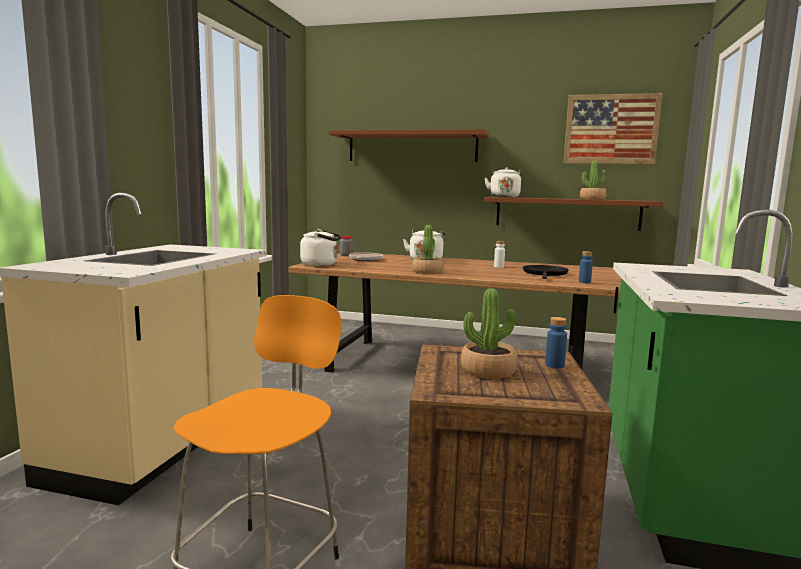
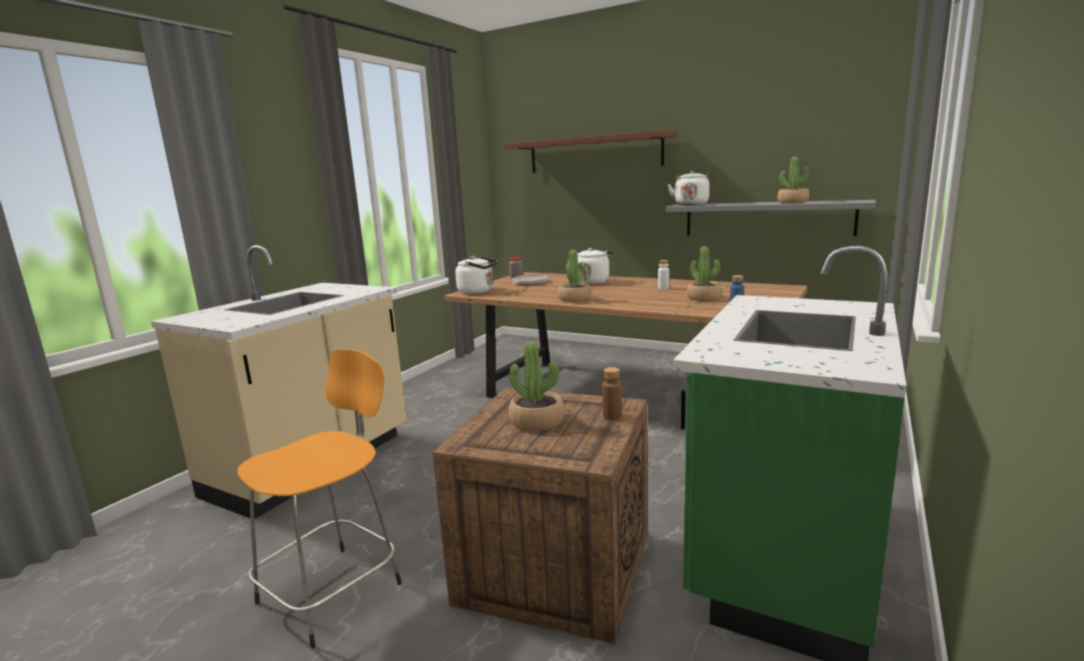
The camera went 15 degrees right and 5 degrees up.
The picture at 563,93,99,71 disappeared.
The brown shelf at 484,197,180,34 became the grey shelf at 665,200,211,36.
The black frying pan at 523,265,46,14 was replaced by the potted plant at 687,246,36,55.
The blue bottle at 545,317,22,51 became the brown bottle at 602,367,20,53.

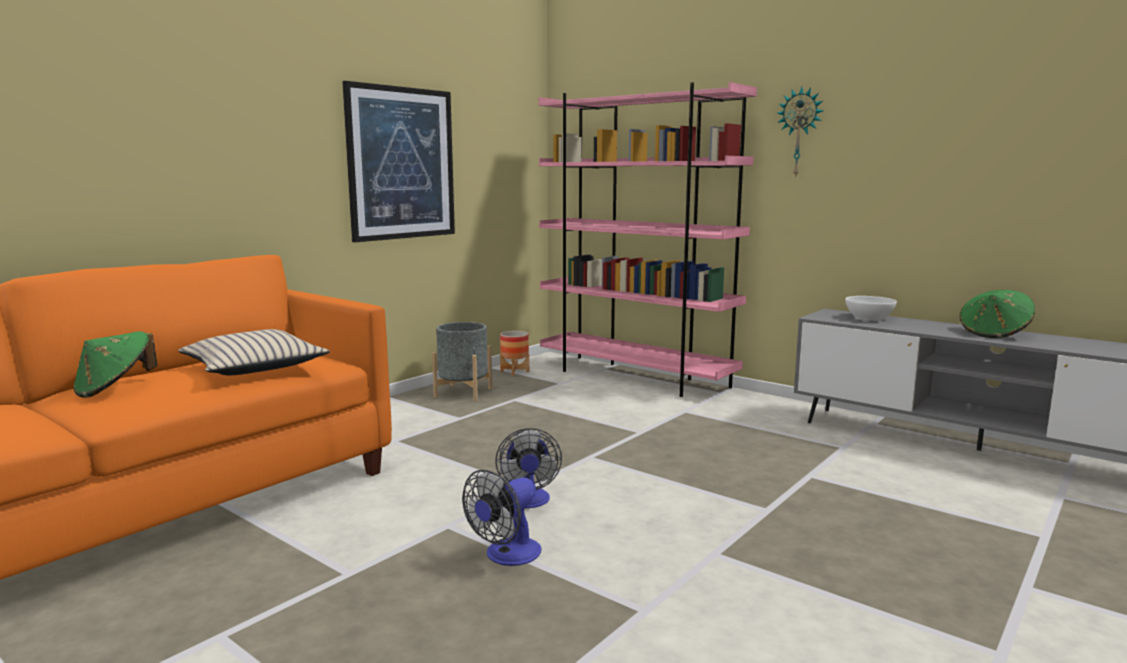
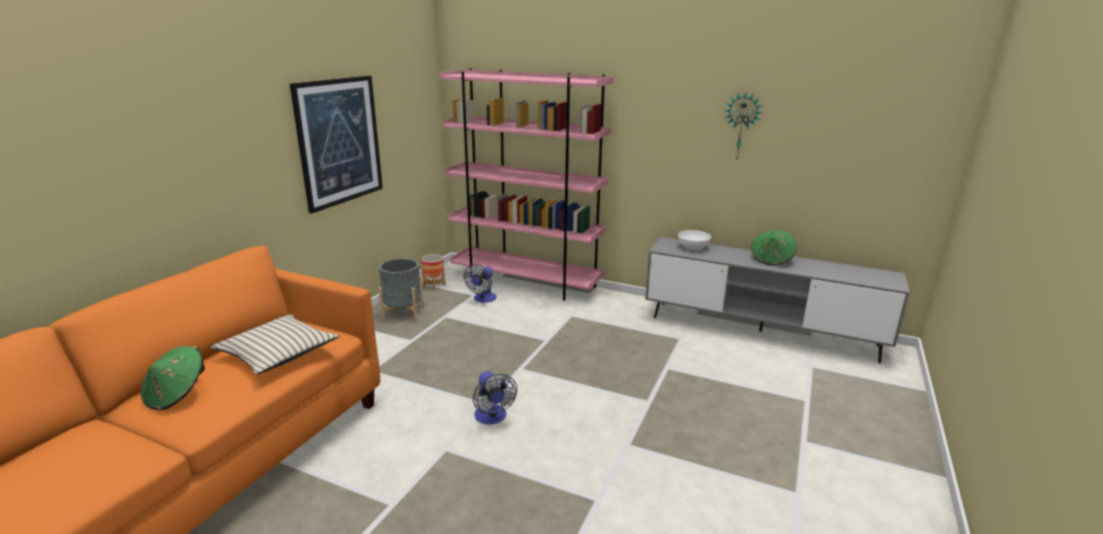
The camera went 15 degrees left and 10 degrees up.
The wall clock moved from 777,86,46,92 to 724,92,39,67.
The fan moved from 462,469,79,97 to 464,264,33,39.

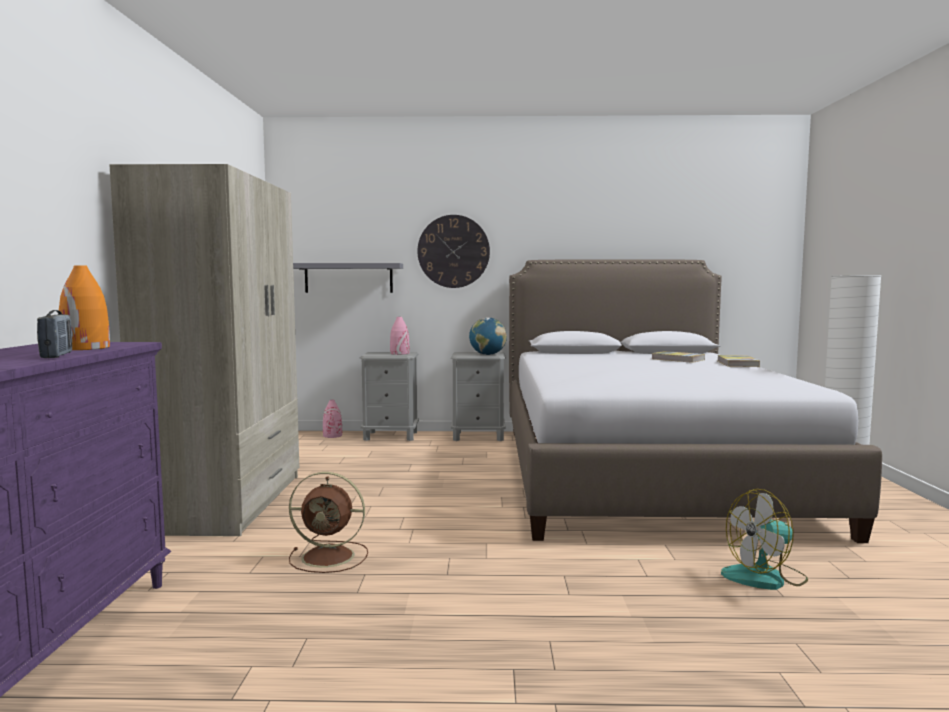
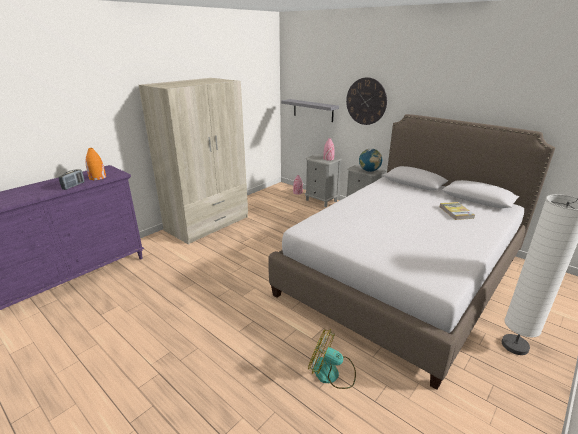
The camera went 40 degrees right and 20 degrees up.
The book at 718,355,42,12 disappeared.
The brown fan at 289,472,79,101 disappeared.

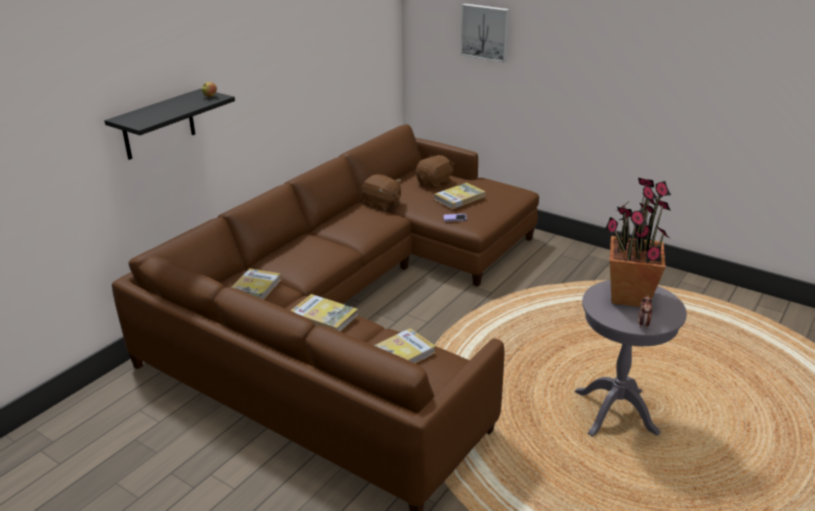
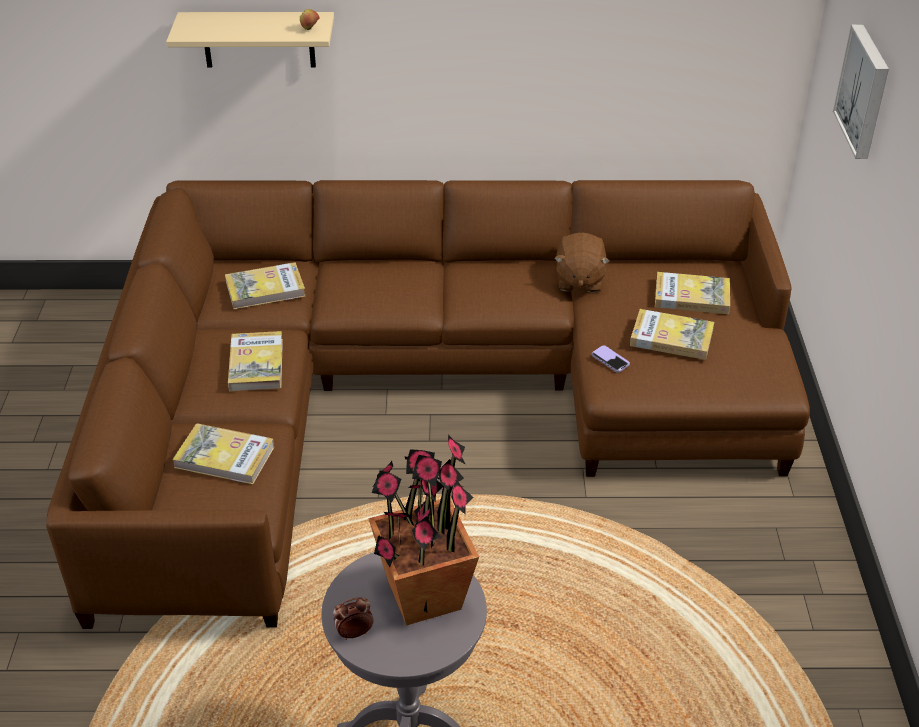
The camera went 55 degrees right and 10 degrees up.
The black shelf at 104,89,131,71 became the beige shelf at 166,12,168,56.
The brown plush toy at 416,155,38,34 was replaced by the book at 655,272,75,42.

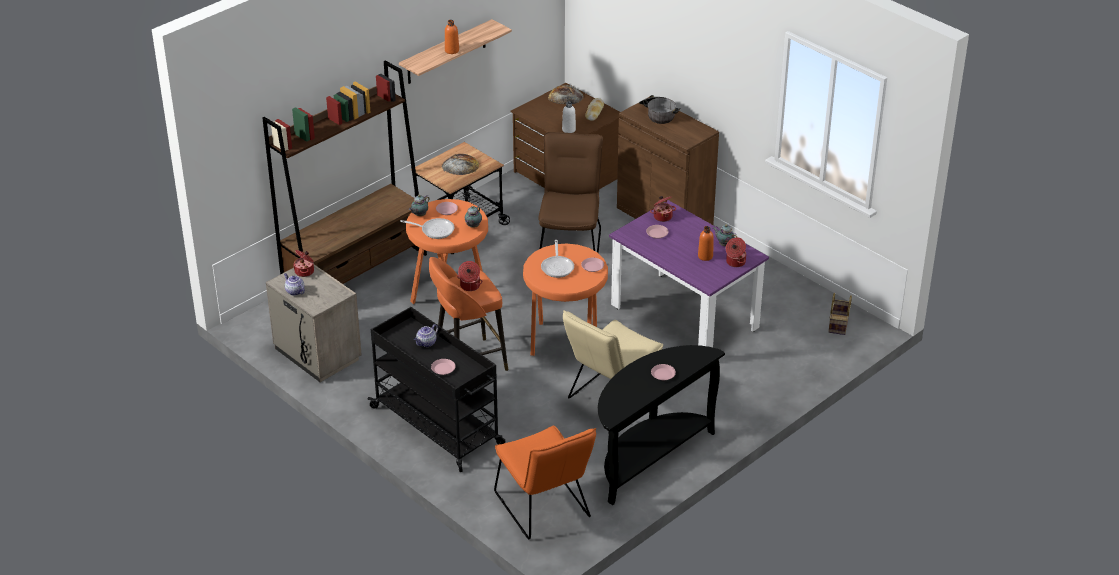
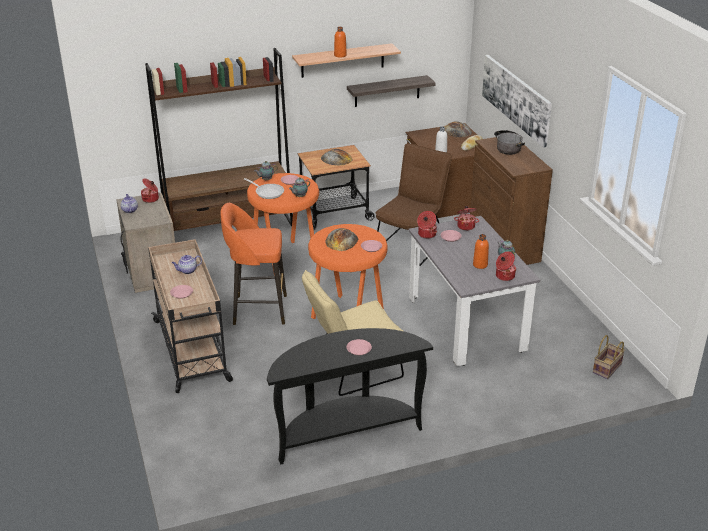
The camera went 25 degrees right and 5 degrees down.
The purple dining table at 609,200,160,148 became the grey dining table at 408,216,132,150.
The frying pan at 541,240,33,38 was replaced by the bread at 325,228,33,23.
The cooking pot moved from 457,261,26,30 to 417,211,20,28.
The black cart at 368,307,138,165 became the beige cart at 148,239,85,154.
The orange chair at 494,426,102,113 disappeared.
The picture at 482,55,70,93 appeared.
The shelf at 347,75,89,32 appeared.

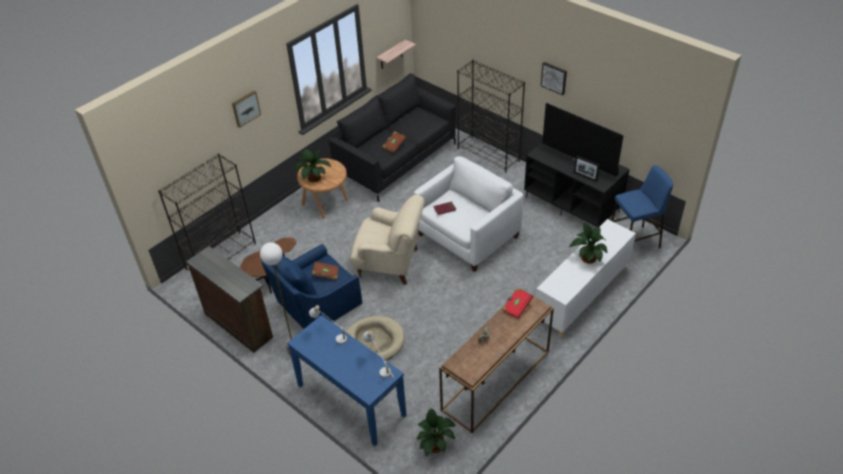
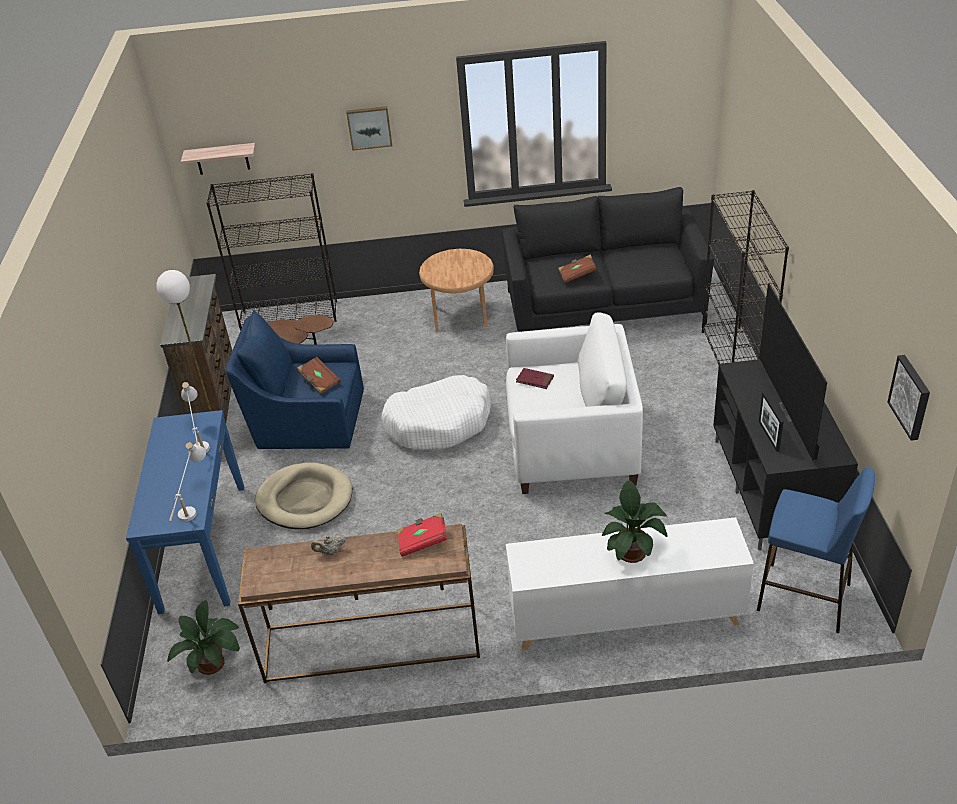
The camera went 45 degrees right and 5 degrees down.
The shelf moved from 376,39,40,30 to 181,143,74,32.
The picture moved from 541,62,26,33 to 887,355,43,86.
The potted plant at 294,149,37,33 disappeared.
The beige armchair at 351,195,74,90 was replaced by the white dog bed at 381,375,110,76.

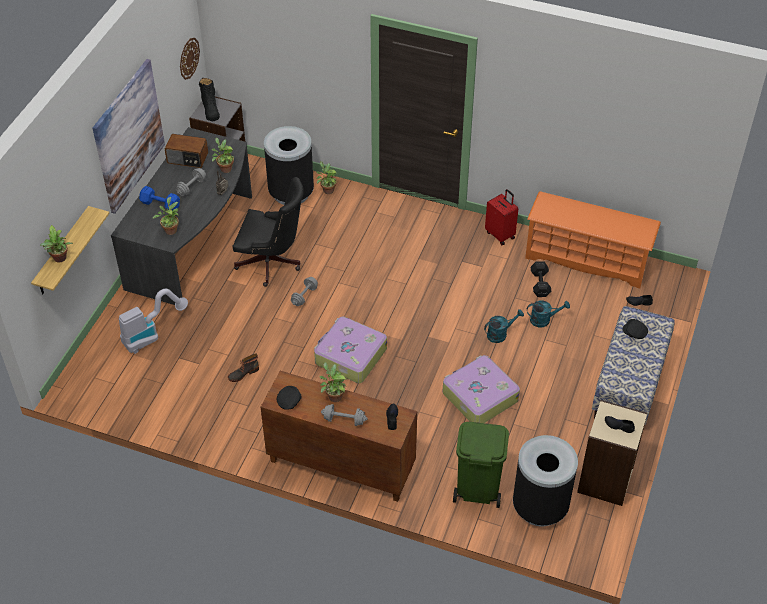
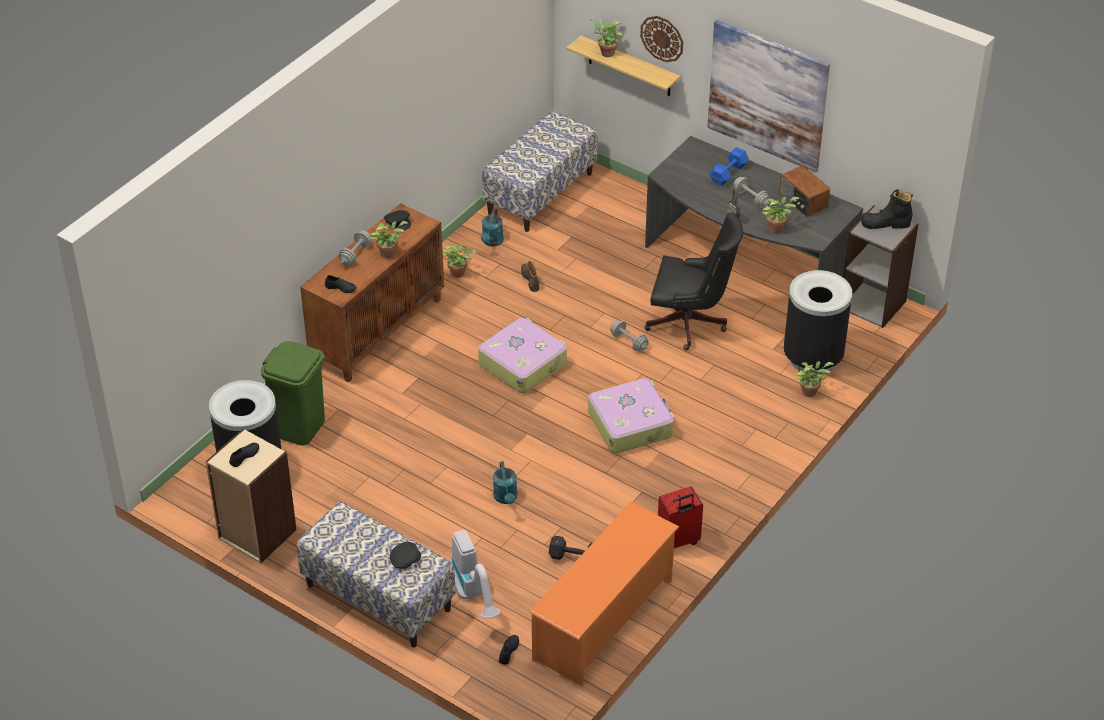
The camera went 105 degrees right and 5 degrees down.
The wall clock moved from 180,38,20,42 to 640,16,43,46.
The radio at 165,134,43,34 turned 60 degrees counterclockwise.
The black office chair at 233,177,71,110 turned 105 degrees counterclockwise.
The potted plant moved from 153,197,26,38 to 443,245,33,33.
The vacuum cleaner moved from 119,289,69,65 to 450,530,50,88.
The turquoise watering can moved from 527,301,43,26 to 481,209,23,38.
The suitcase moved from 443,355,77,68 to 588,378,86,75.
The bench at 482,111,115,121 appeared.

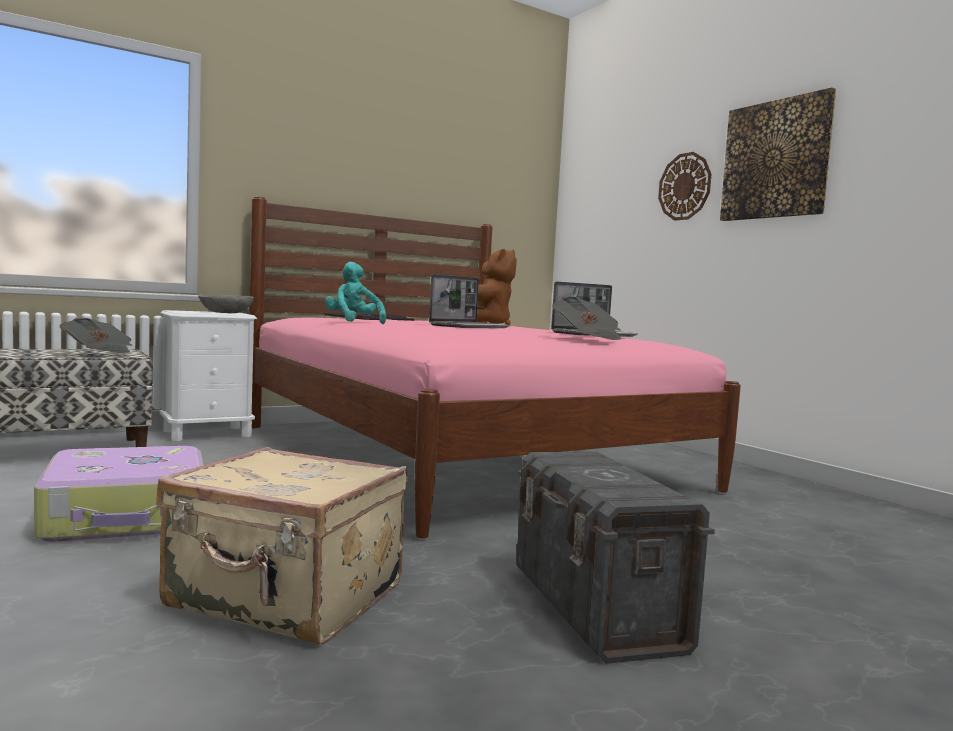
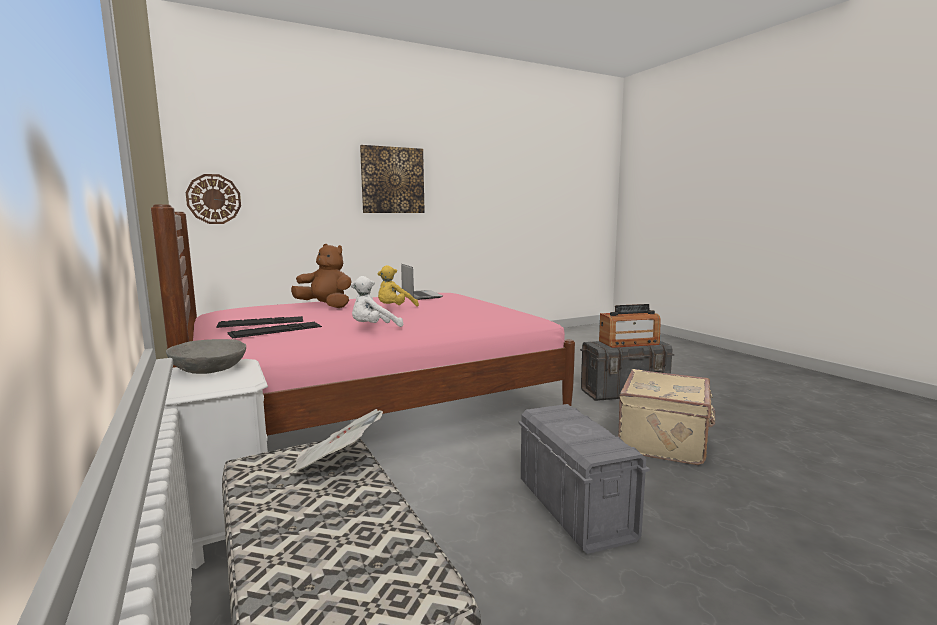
The camera went 85 degrees left and 5 degrees up.
The wall clock moved from 658,152,53,69 to 186,174,55,50.
The turquoise plush toy at 325,262,61,62 became the white plush toy at 351,276,52,51.
The laptop at 429,274,82,54 was replaced by the yellow plush toy at 378,265,41,42.
The newspaper at 552,296,70,44 disappeared.
The suitcase at 34,446,169,96 was replaced by the grey storage box at 519,404,131,150.
The radio at 599,304,62,44 appeared.

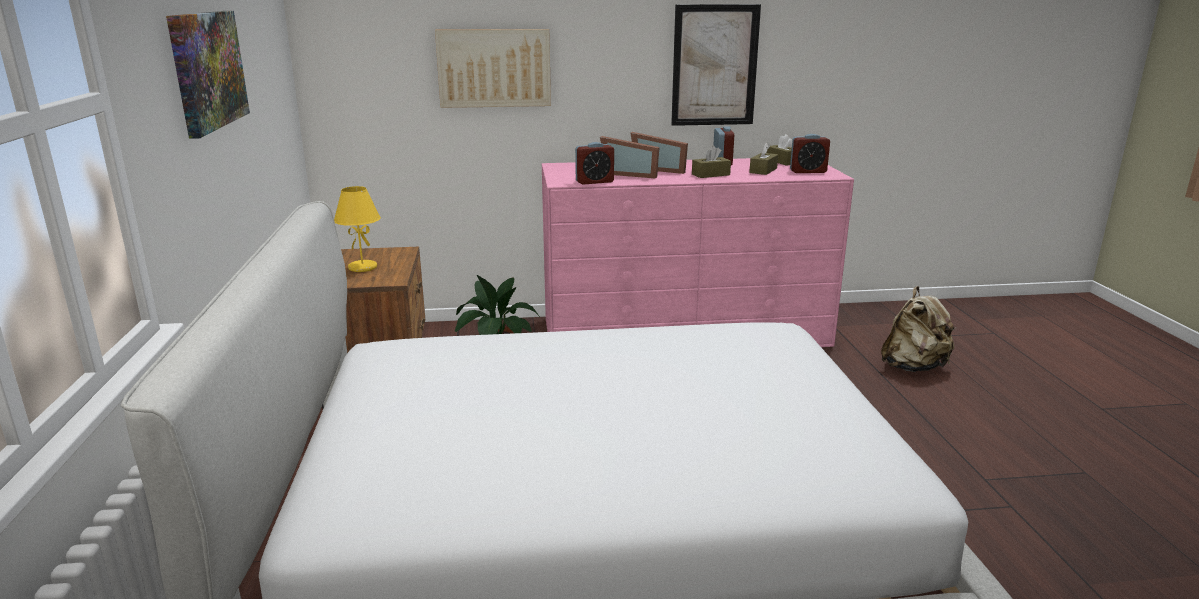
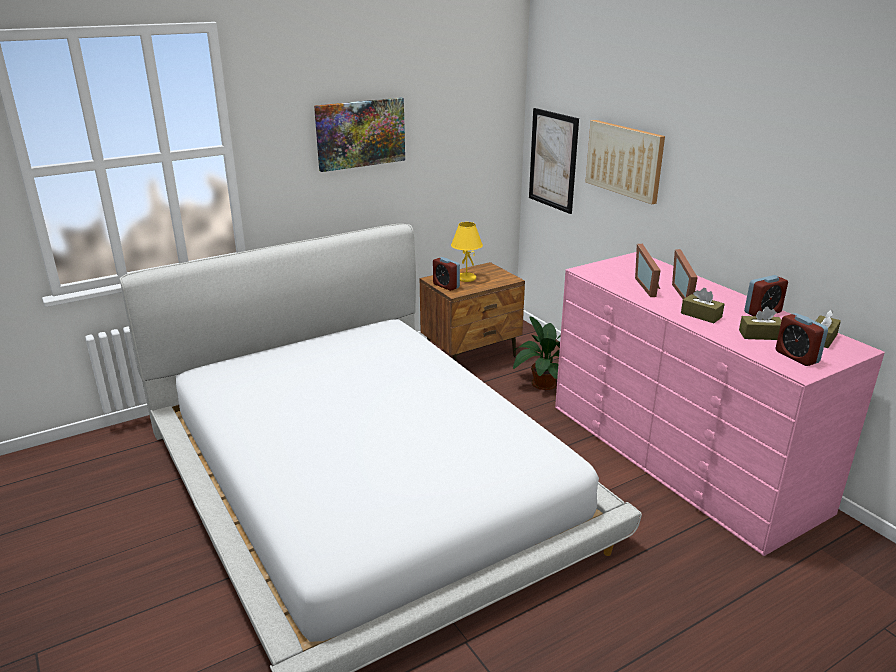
The camera went 65 degrees right and 5 degrees up.
The picture moved from 671,4,90,122 to 529,108,50,106.
The alarm clock moved from 575,142,39,43 to 433,257,27,34.
The beige backpack at 881,286,74,86 disappeared.

